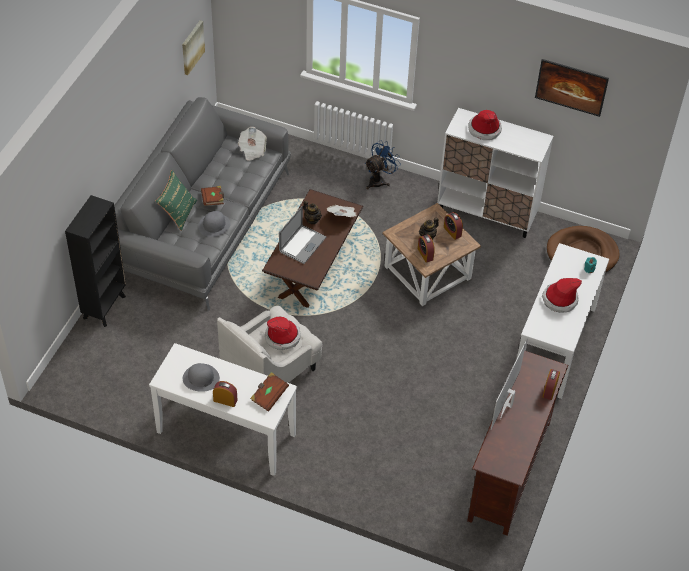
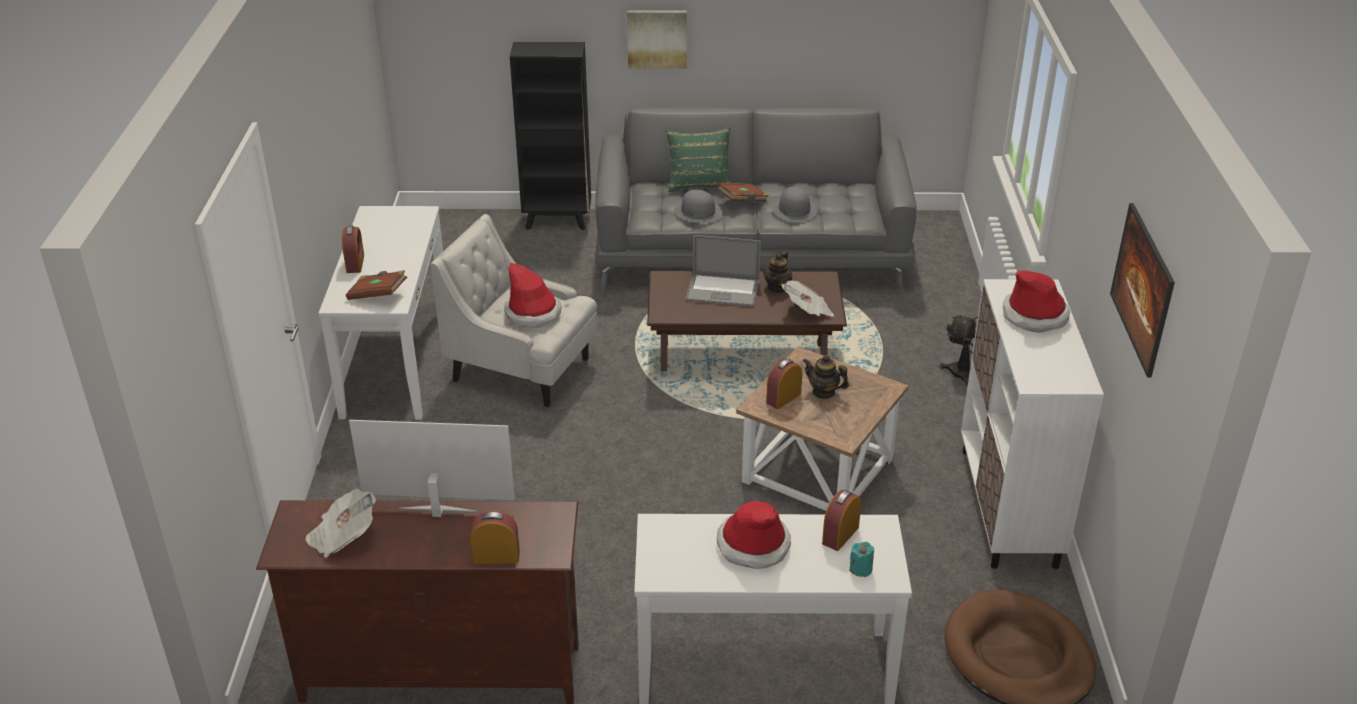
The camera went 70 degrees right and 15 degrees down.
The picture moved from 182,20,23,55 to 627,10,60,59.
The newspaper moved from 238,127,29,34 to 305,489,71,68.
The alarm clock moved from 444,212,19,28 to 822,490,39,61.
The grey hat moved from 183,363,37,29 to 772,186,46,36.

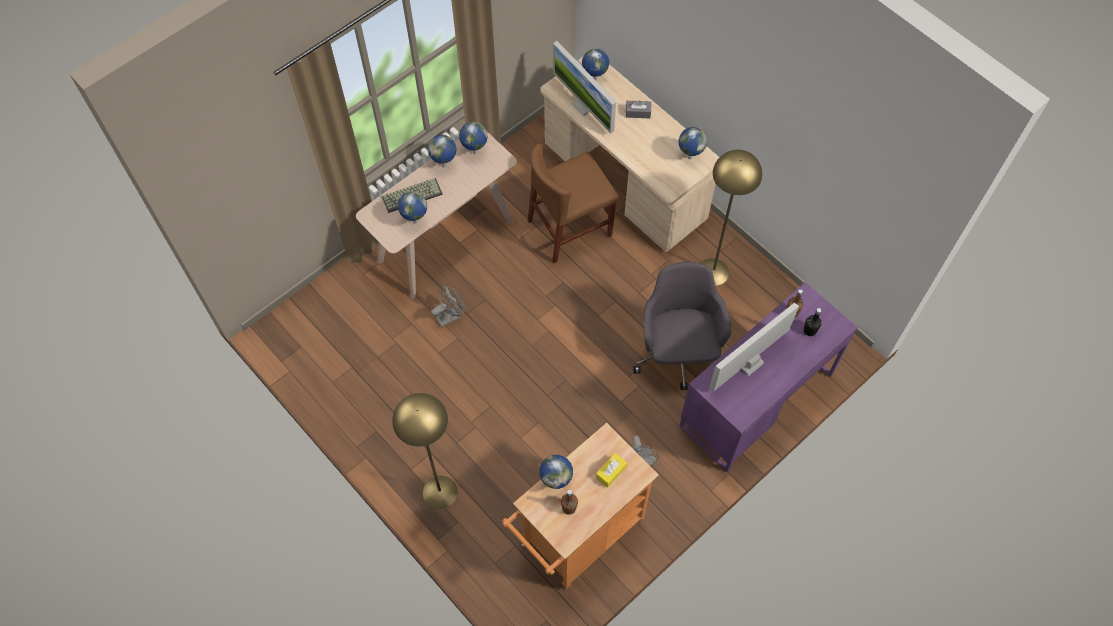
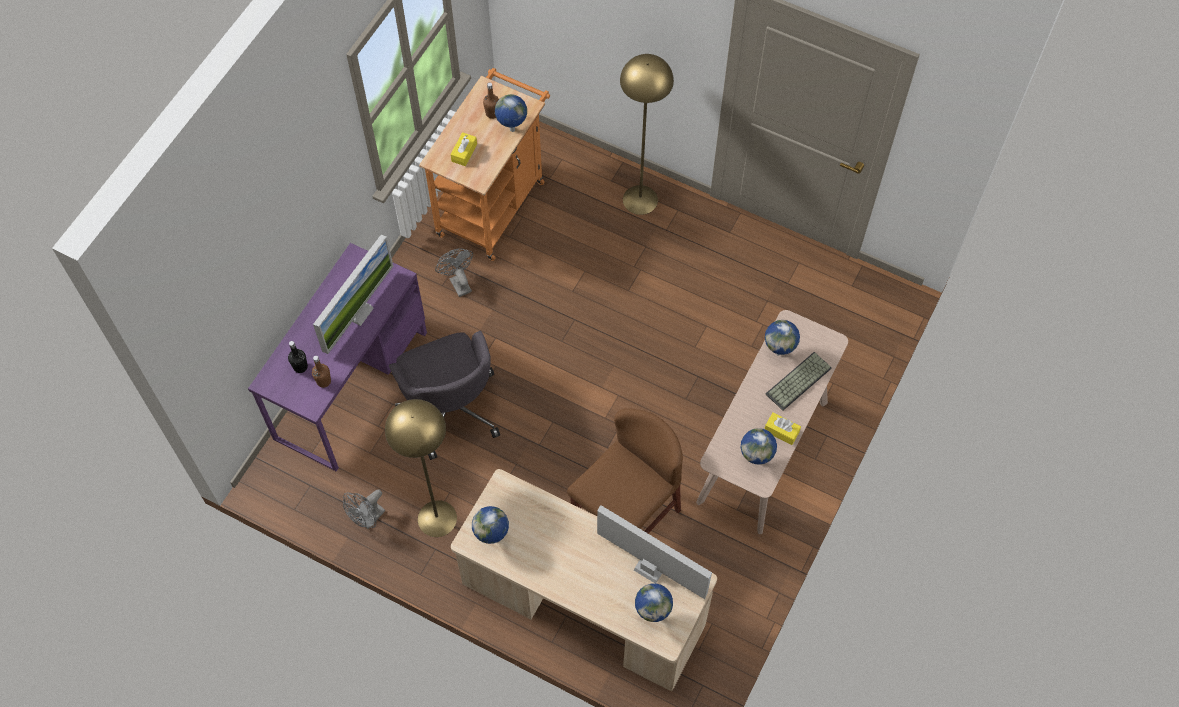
The camera went 160 degrees right and 0 degrees up.
The grey tissue box at 626,100,25,18 disappeared.
The globe at 428,135,28,32 was replaced by the yellow tissue box at 765,413,36,32.
The grey fan moved from 431,285,34,42 to 343,489,42,40.

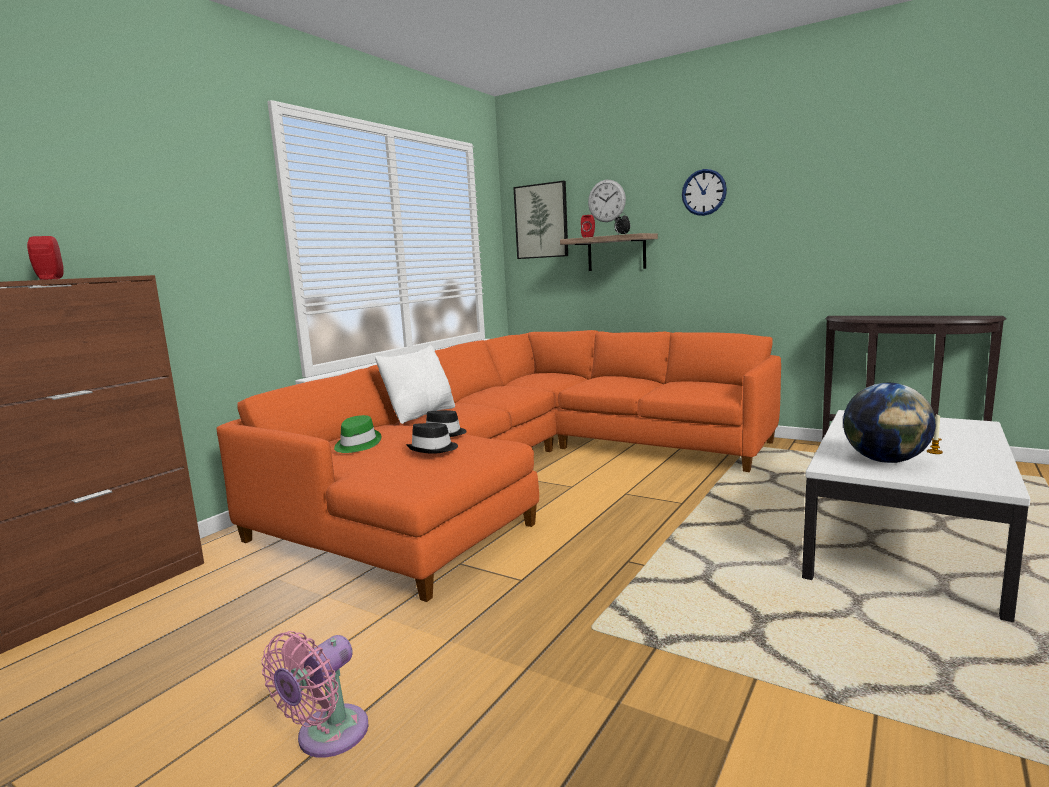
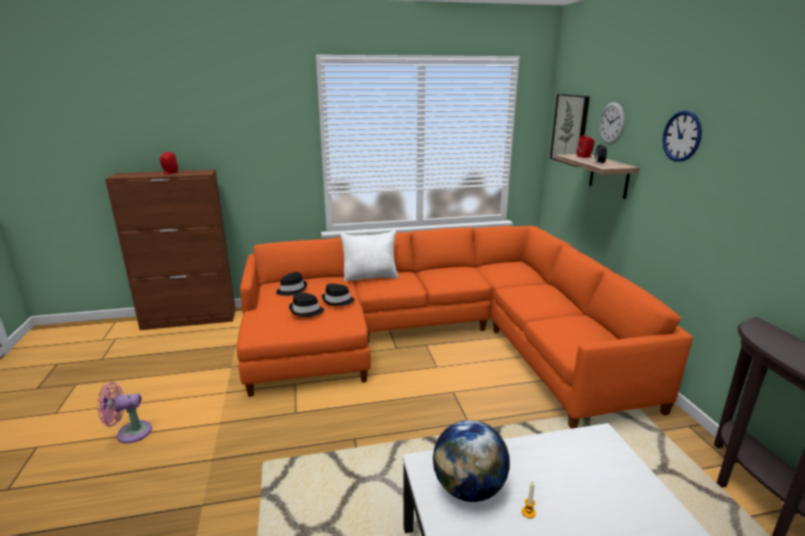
The camera went 45 degrees right and 10 degrees up.
The green hat at 334,415,47,38 became the black hat at 276,272,31,24.

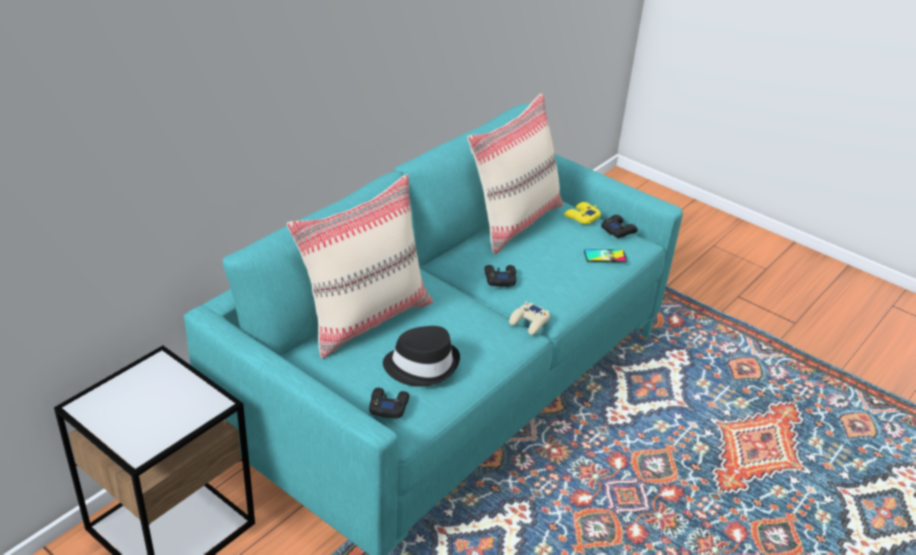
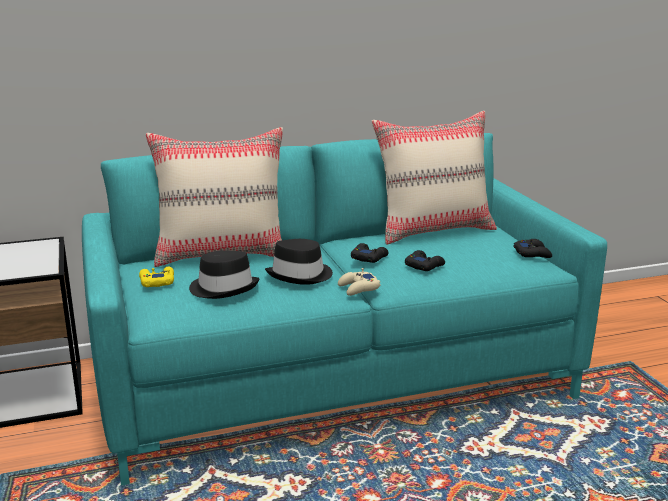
The camera went 35 degrees right and 15 degrees down.
The yellow game controller moved from 564,202,37,22 to 139,267,35,20.
The phone at 584,249,43,13 disappeared.
The black game controller moved from 369,388,40,31 to 405,250,40,21.
The black hat at 265,239,68,46 appeared.

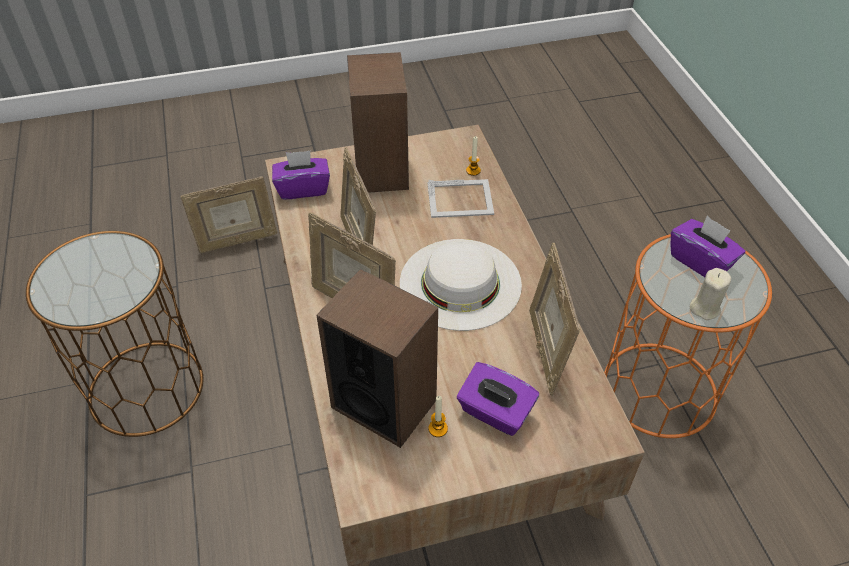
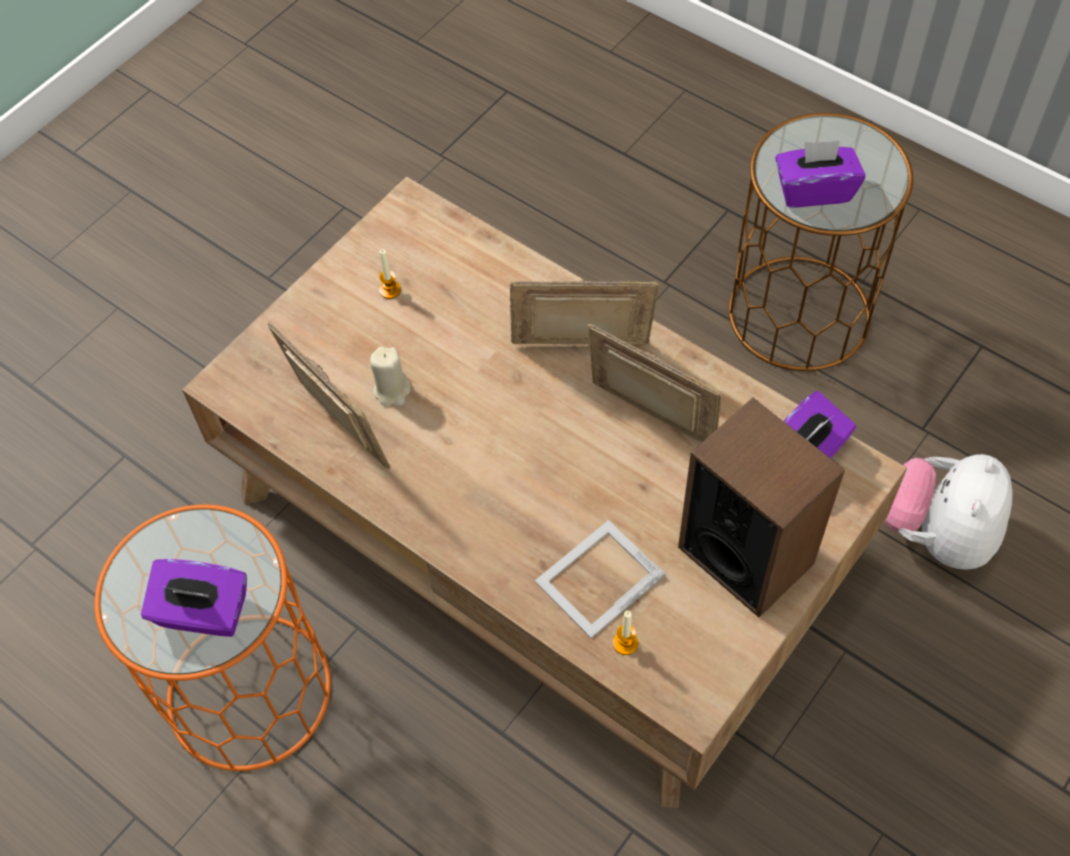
The camera went 145 degrees right and 10 degrees up.
The picture frame at 180,177,97,76 was replaced by the plush toy at 885,454,128,116.
The white hat at 400,239,122,92 disappeared.
The beige candle moved from 690,268,41,52 to 370,347,41,59.
The speaker at 316,269,122,179 disappeared.
The purple tissue box moved from 457,362,82,74 to 775,140,91,67.

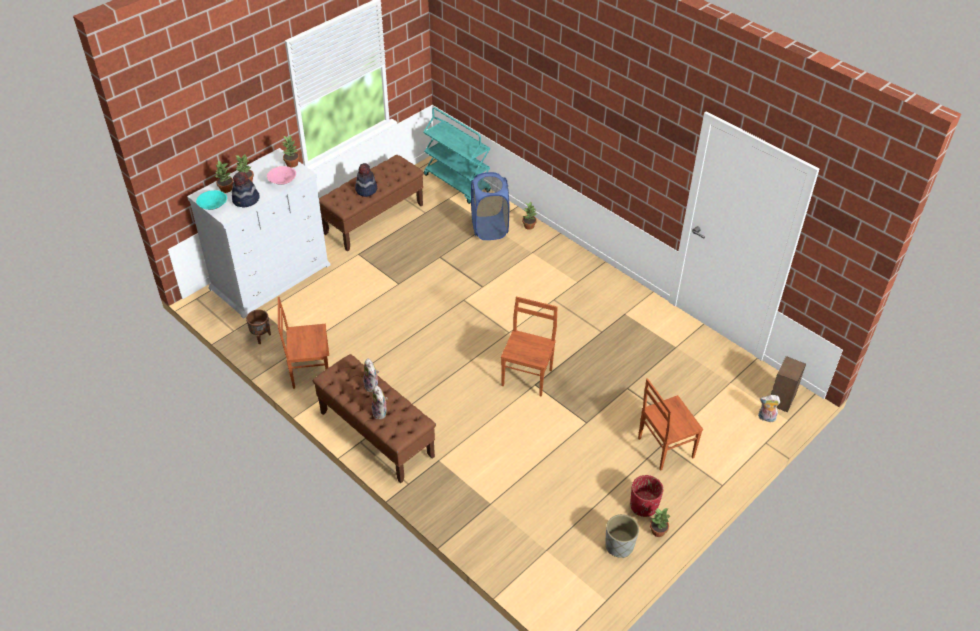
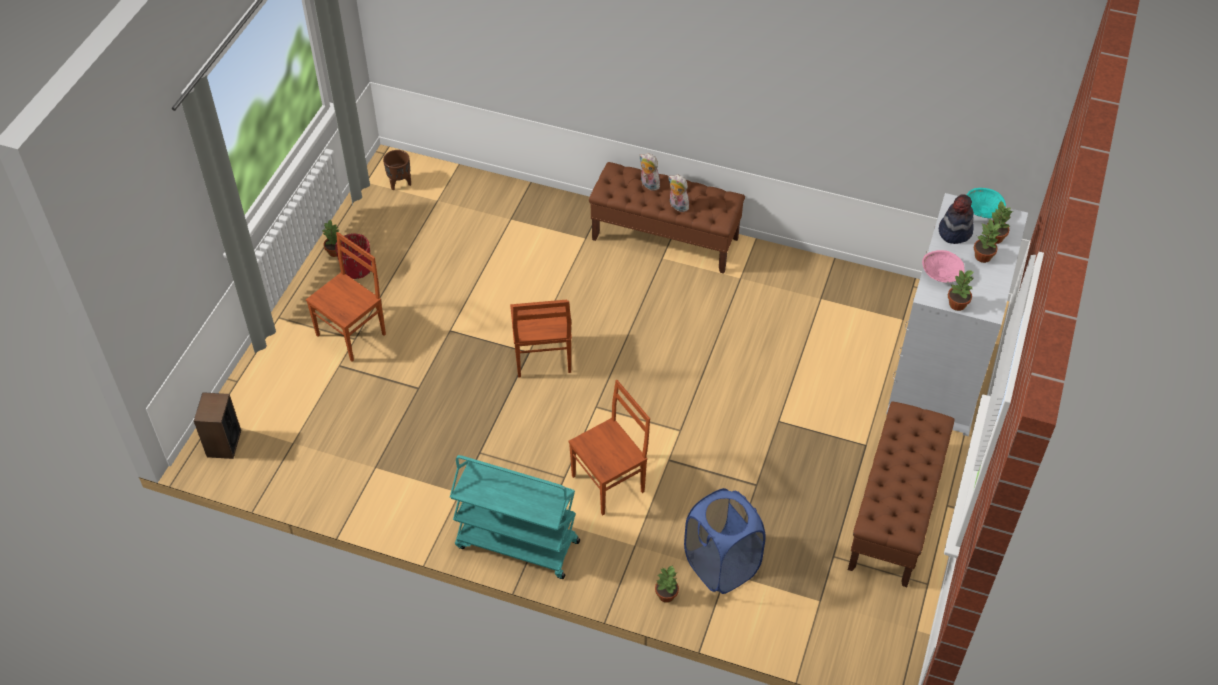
The camera went 155 degrees right and 5 degrees up.
The turquoise cart moved from 423,107,67,97 to 450,455,130,124.
The hat at 355,163,22,34 disappeared.
The brown chair moved from 278,297,51,92 to 569,380,81,135.
The brown planter moved from 246,309,25,35 to 383,150,28,41.
The plush toy at 758,395,22,27 disappeared.
The grey planter at 605,514,34,44 disappeared.

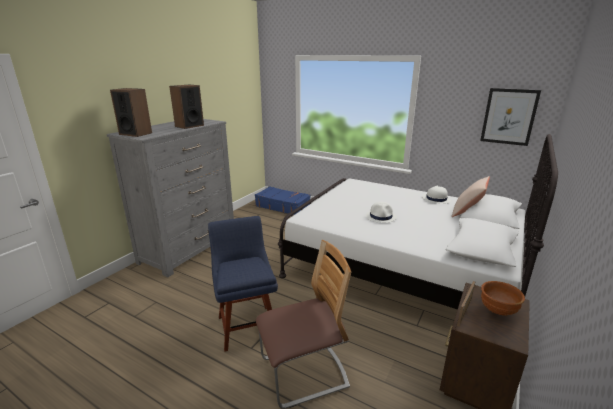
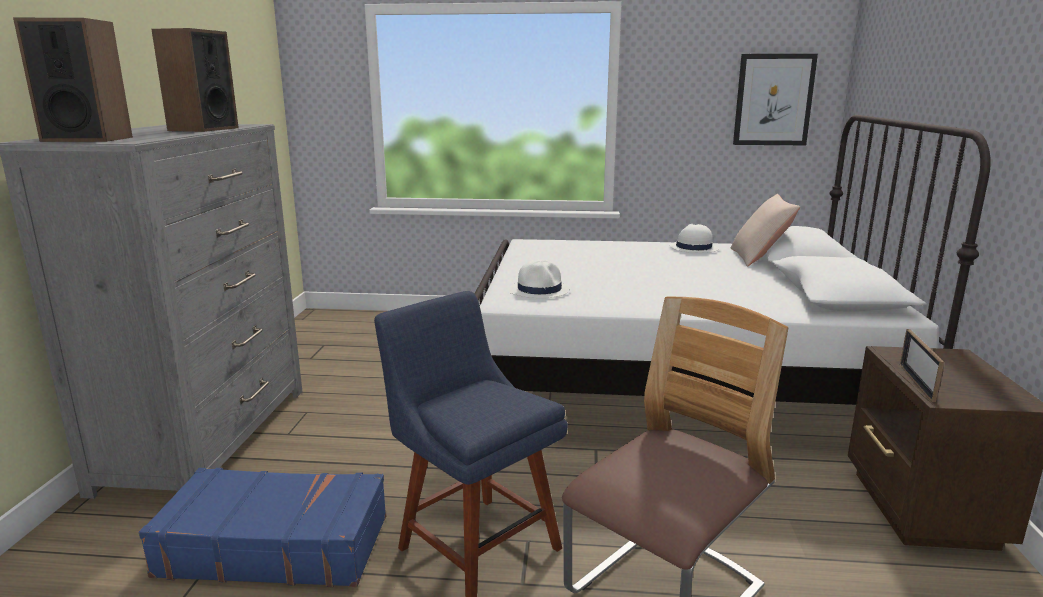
The camera went 25 degrees left and 5 degrees down.
The blue suitcase moved from 255,186,56,29 to 139,468,247,119.
The white hat moved from 366,202,31,21 to 509,259,62,39.
The brown bowl at 481,281,44,35 disappeared.

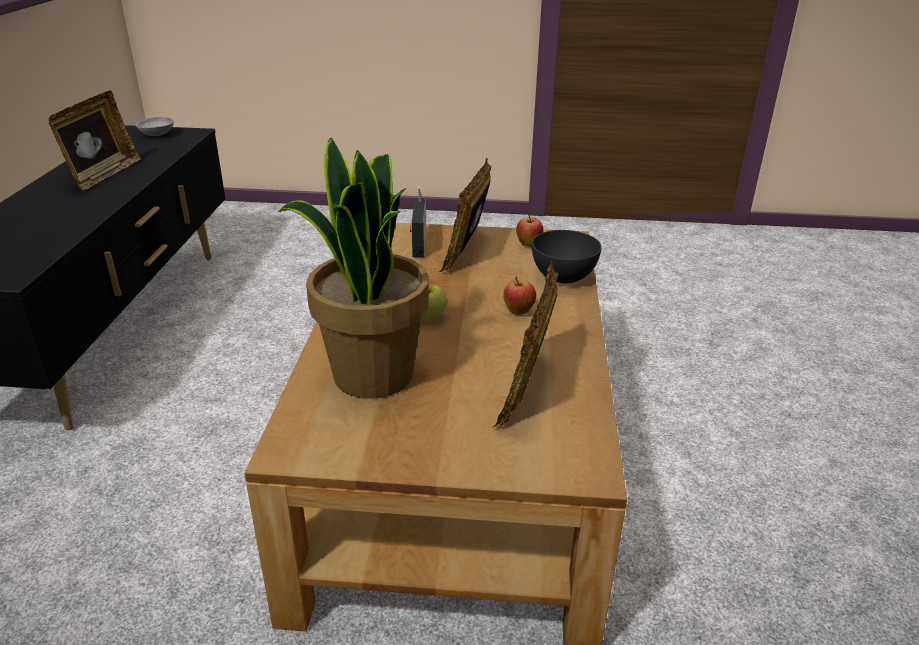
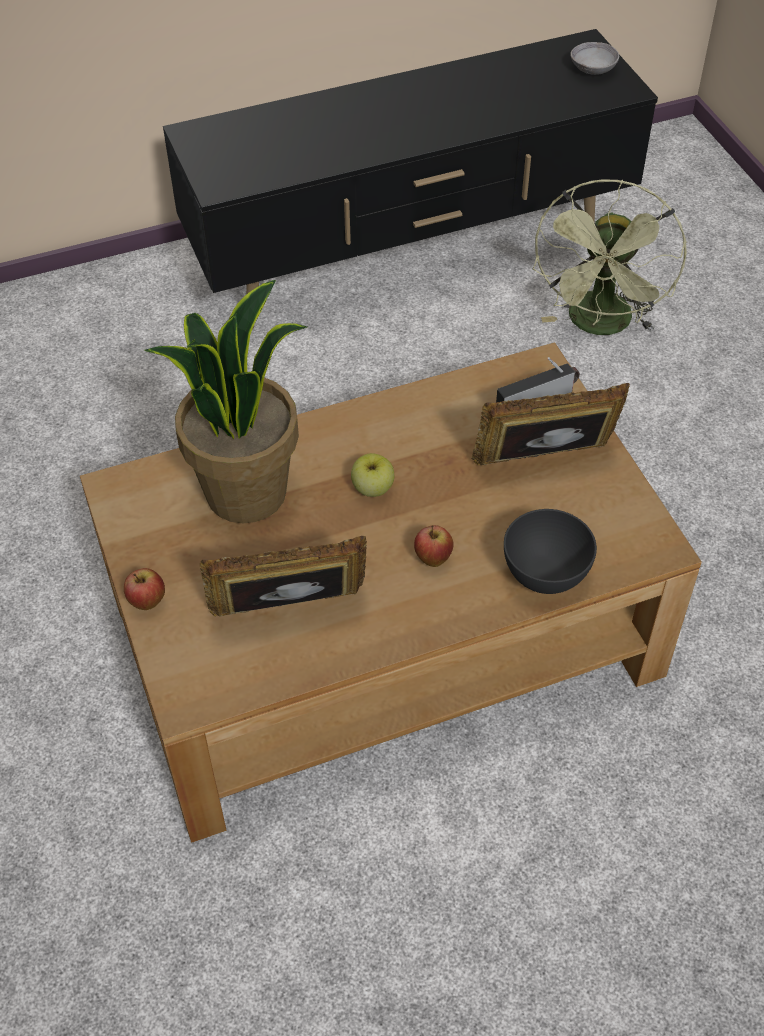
The camera went 65 degrees right and 20 degrees up.
The picture frame at 48,91,93,99 disappeared.
The apple moved from 516,216,27,31 to 124,568,41,42.
The green fan at 533,179,154,156 appeared.

